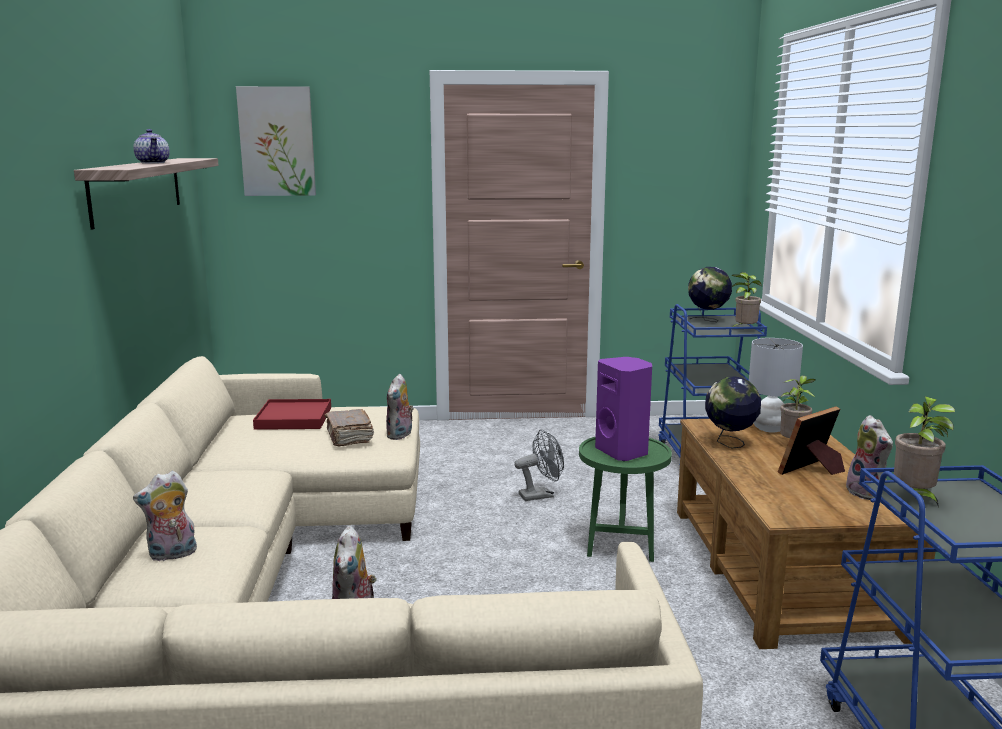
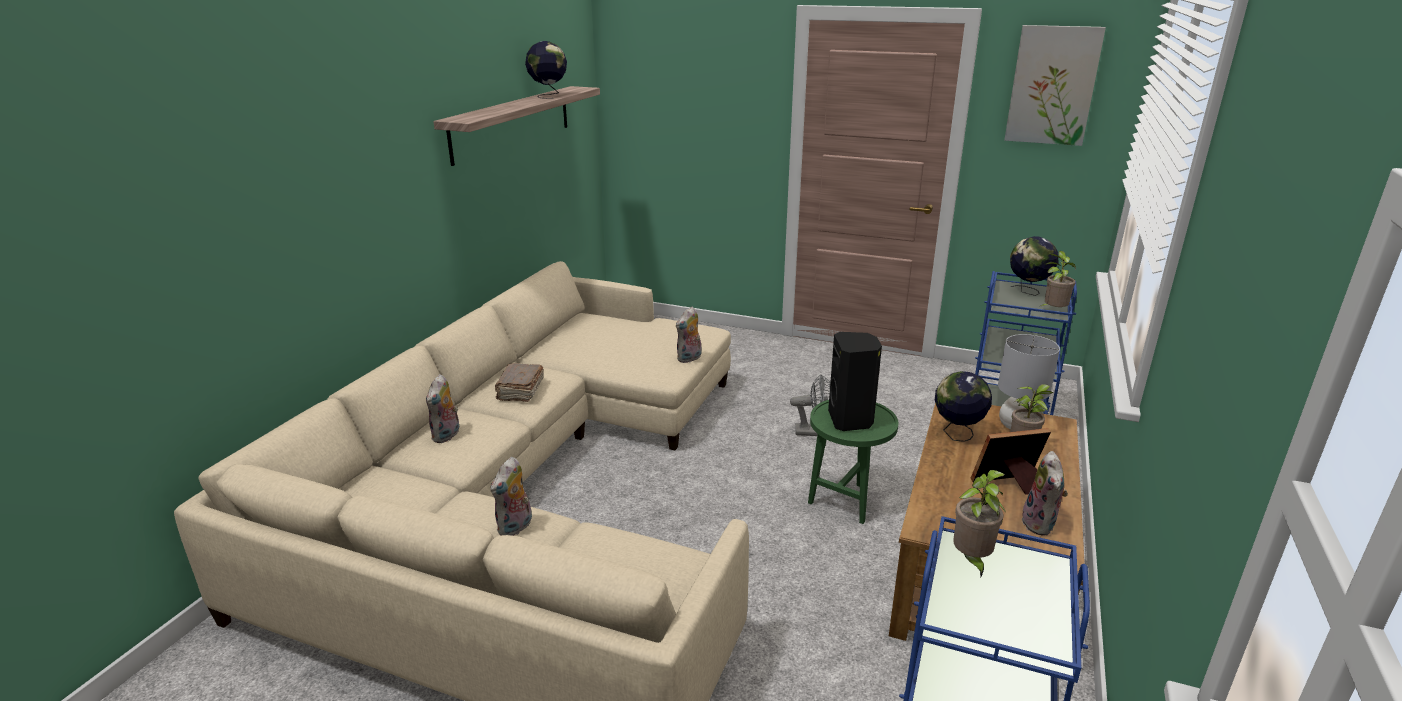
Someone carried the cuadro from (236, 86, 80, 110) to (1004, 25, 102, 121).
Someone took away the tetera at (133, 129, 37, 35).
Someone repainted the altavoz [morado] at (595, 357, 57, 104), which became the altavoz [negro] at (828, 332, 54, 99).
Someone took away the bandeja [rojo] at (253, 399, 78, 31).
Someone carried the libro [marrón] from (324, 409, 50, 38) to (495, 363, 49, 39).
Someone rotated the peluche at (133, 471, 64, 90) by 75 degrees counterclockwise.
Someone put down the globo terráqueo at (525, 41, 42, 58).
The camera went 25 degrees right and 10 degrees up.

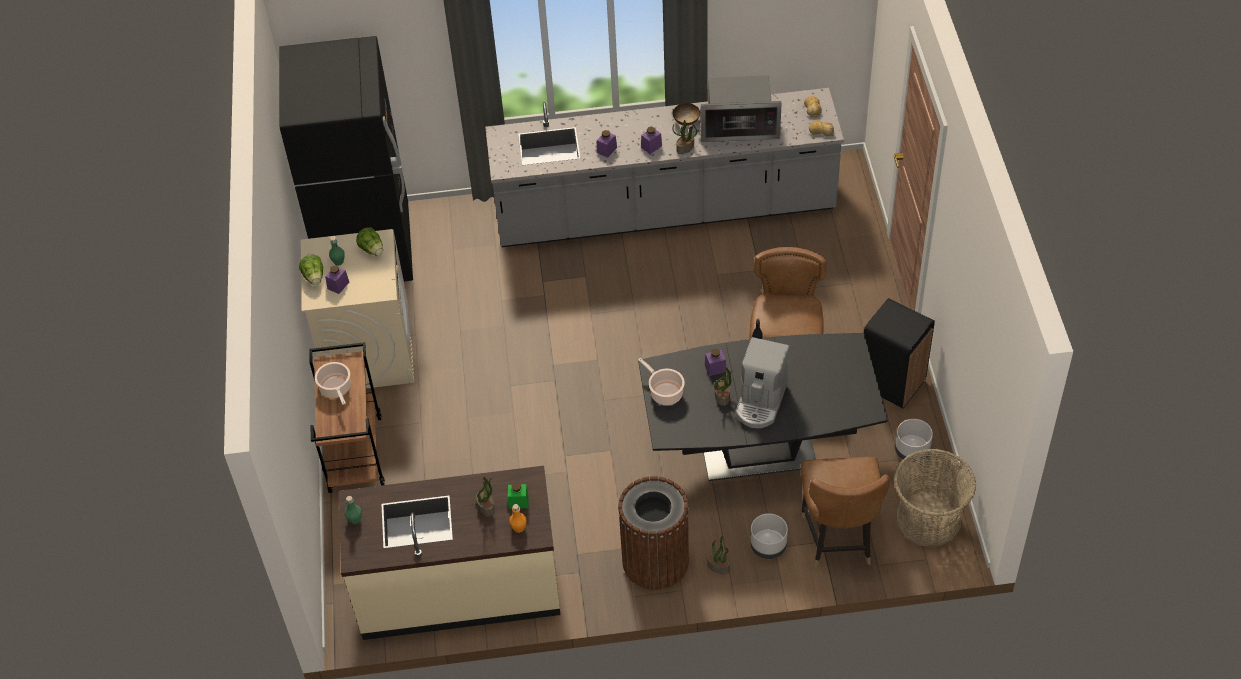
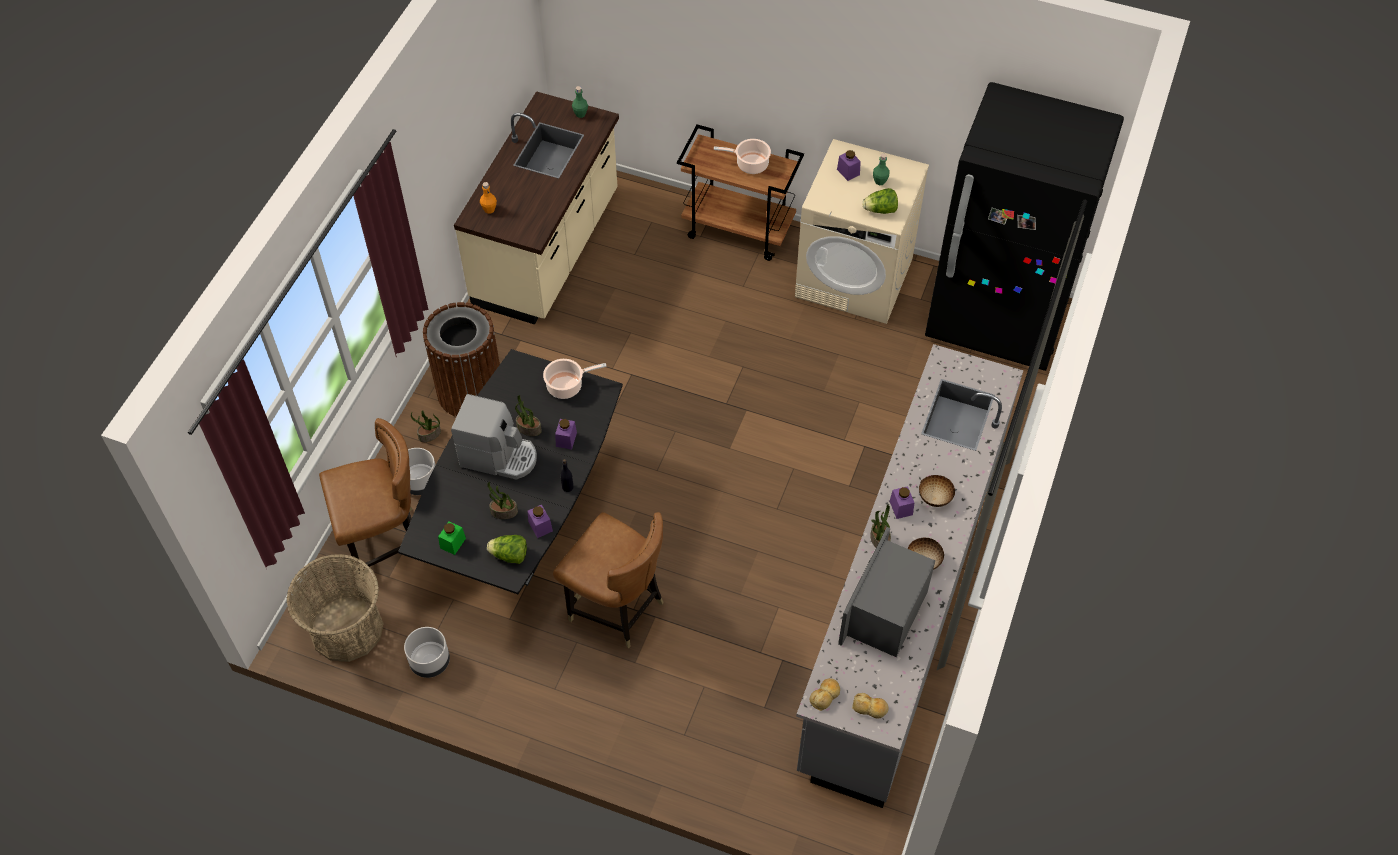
Someone carried the tarro [morado] from (597, 130, 20, 28) to (527, 505, 26, 33).
Someone carried the lechuga from (299, 255, 24, 30) to (487, 535, 40, 29).
Someone took away the papelera [negro] at (864, 298, 71, 110).
Someone rotated the cafetera at (736, 337, 53, 91) by 150 degrees clockwise.
Someone rotated the silla [marrón] at (801, 457, 89, 111) by 135 degrees clockwise.
Someone carried the planta en maceta from (476, 477, 19, 40) to (488, 482, 30, 37).
Someone carried the tarro [verde] from (508, 482, 21, 27) to (438, 521, 28, 34).
Someone put down the cuenco at (919, 475, 36, 32).
The camera went 115 degrees right and 5 degrees up.

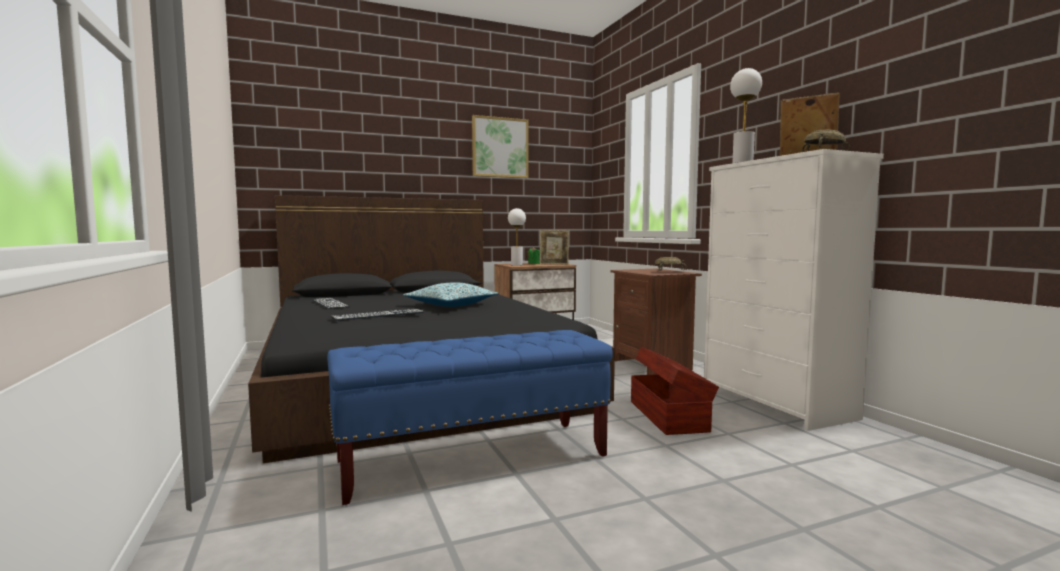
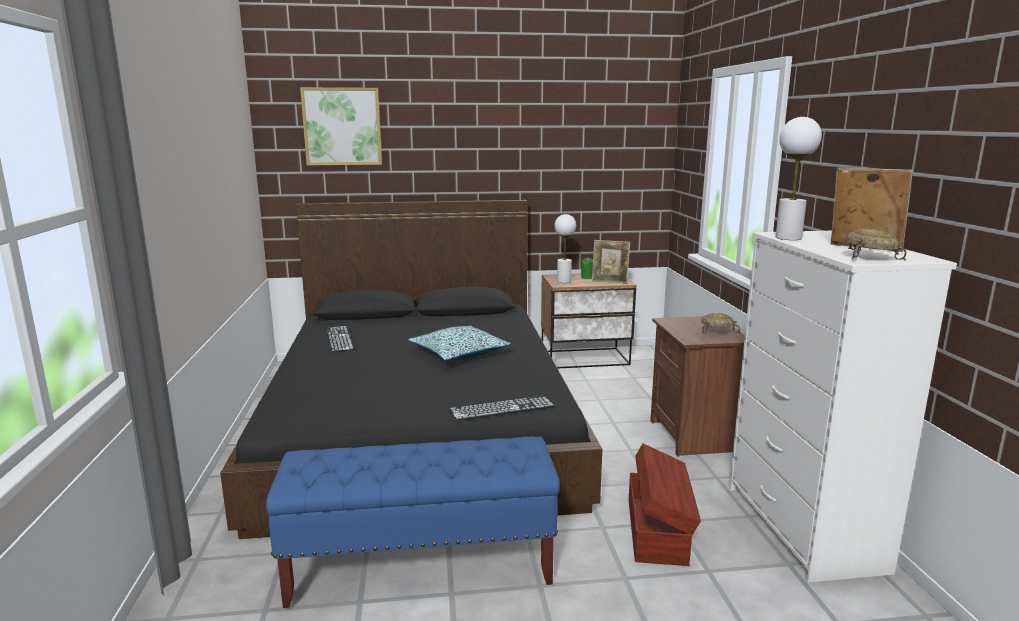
Someone carried the cuadro from (472, 115, 57, 63) to (300, 87, 82, 78).
Someone carried the teclado from (331, 309, 93, 12) to (449, 396, 105, 25).
The camera went 15 degrees right and 10 degrees up.

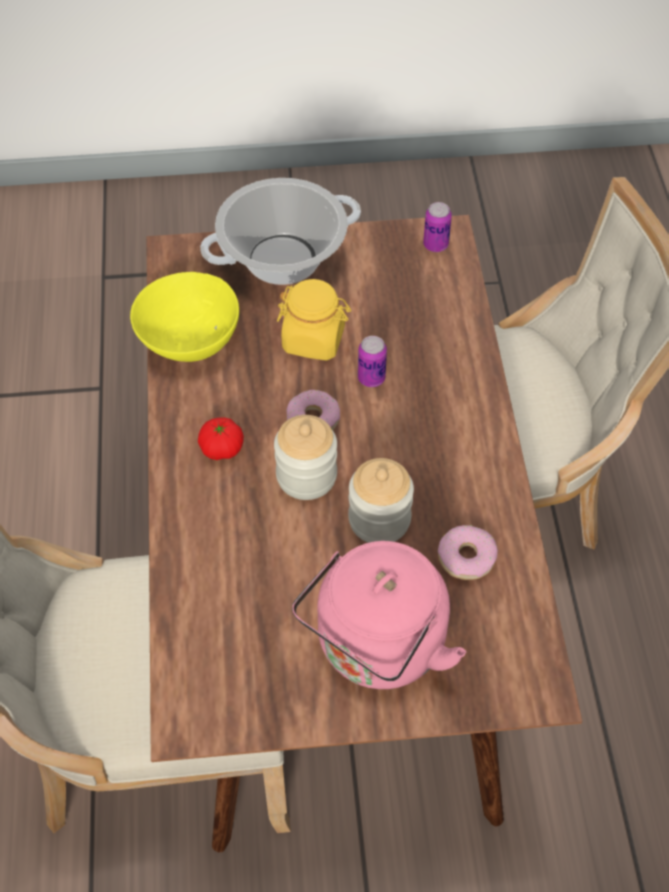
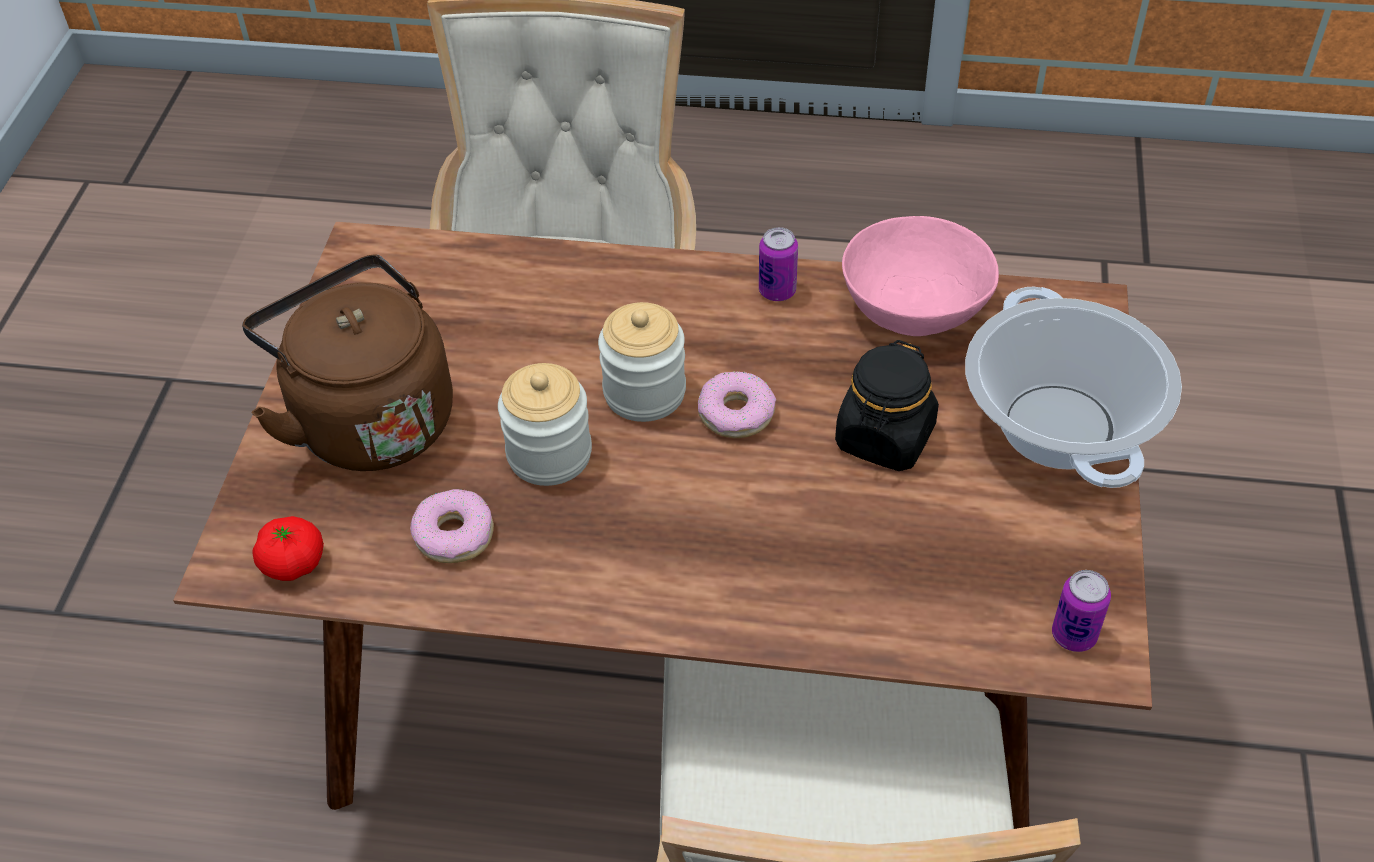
Someone repainted the cuenco [amarillo] at (130, 272, 109, 90), which became the cuenco [rosa] at (842, 216, 157, 120).
Someone repainted the tarro [amarillo] at (277, 279, 74, 82), which became the tarro [negro] at (835, 340, 104, 131).
Someone carried the lata from (358, 336, 29, 51) to (759, 227, 39, 74).
Someone carried the tomate from (198, 417, 46, 43) to (252, 516, 72, 65).
Someone repainted the hervidor [rosa] at (292, 541, 174, 148), which became the hervidor [marrón] at (242, 255, 211, 216).
The camera went 105 degrees right and 5 degrees down.

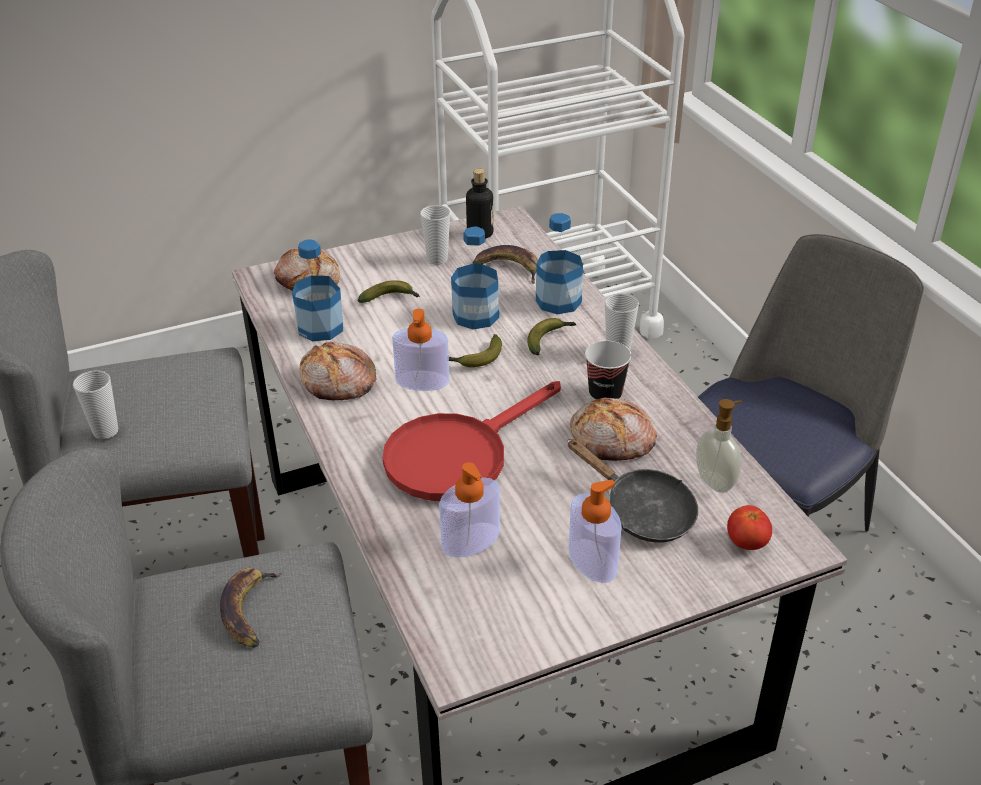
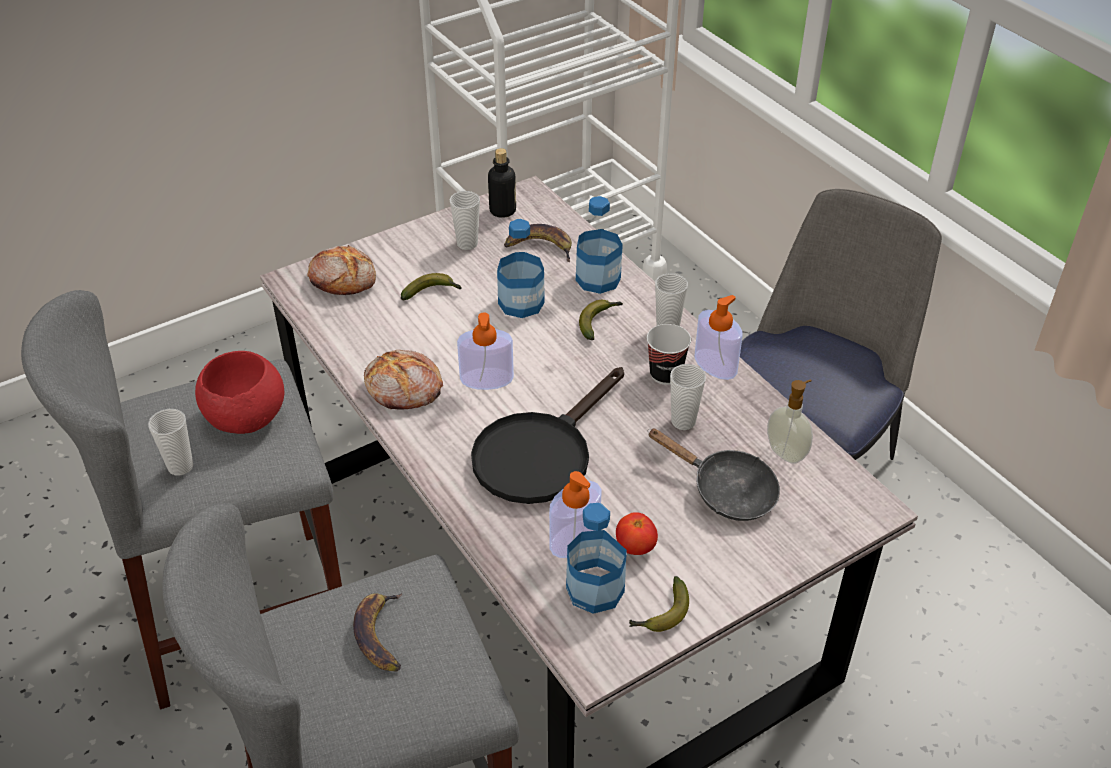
Someone carried the botella from (292, 240, 51, 101) to (566, 503, 61, 111).
Someone carried the plátano from (449, 334, 53, 33) to (629, 576, 60, 56).
Someone repainted the sartén [rojo] at (383, 381, 178, 120), which became the sartén [negro] at (471, 367, 153, 137).
Someone swapped the pan at (570, 398, 87, 63) for the taza at (670, 364, 36, 66).
Someone carried the dispensador de jabón from (569, 479, 53, 104) to (695, 295, 47, 85).
Someone carried the tomate from (727, 505, 45, 45) to (616, 512, 42, 43).
Someone put down the cuenco [rojo] at (195, 351, 89, 83).
The camera went 10 degrees left and 5 degrees up.

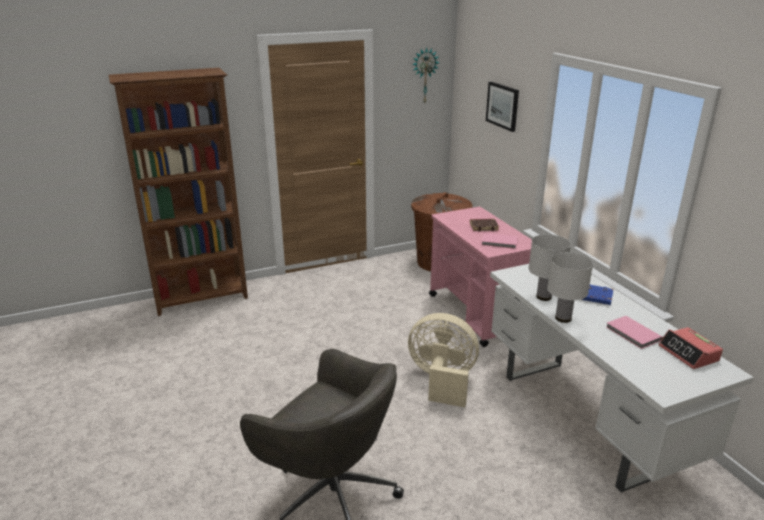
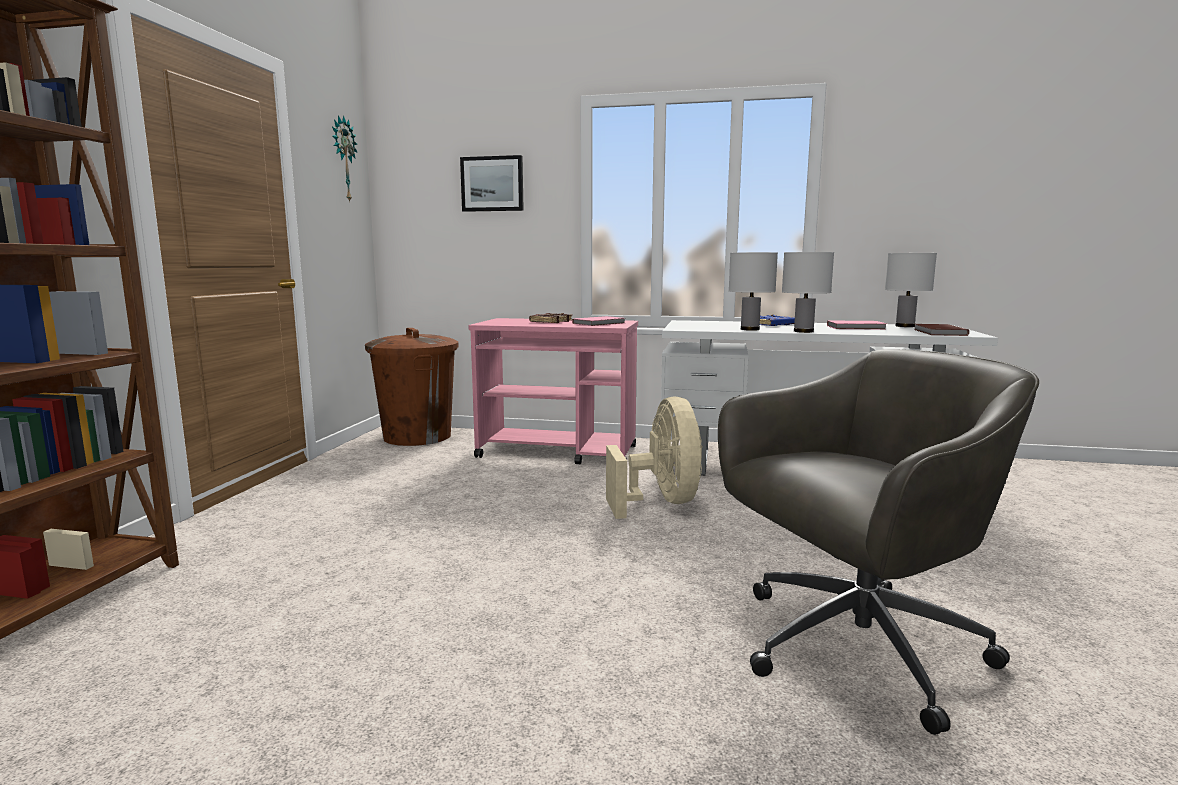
Someone rotated the ventilador [beis] at (408, 313, 71, 94) by 120 degrees clockwise.
Someone swapped the despertador at (659, 327, 64, 42) for the lámpara de mesa [blanco] at (885, 253, 52, 74).
Someone put down the libro [marrón] at (914, 324, 55, 12).
The camera went 55 degrees left and 15 degrees down.

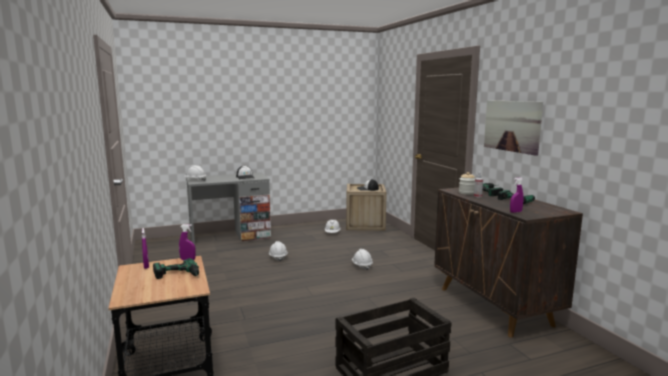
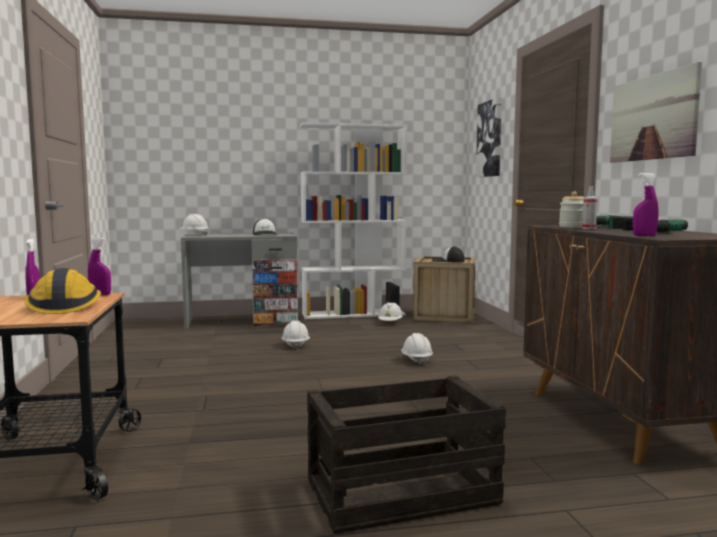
Someone swapped the taladro at (153, 258, 46, 21) for the casco at (24, 268, 77, 46).
Someone put up the cuadro at (476, 97, 26, 80).
Someone put down the estantería [blanco] at (300, 122, 107, 197).
The camera went 10 degrees right and 5 degrees down.

